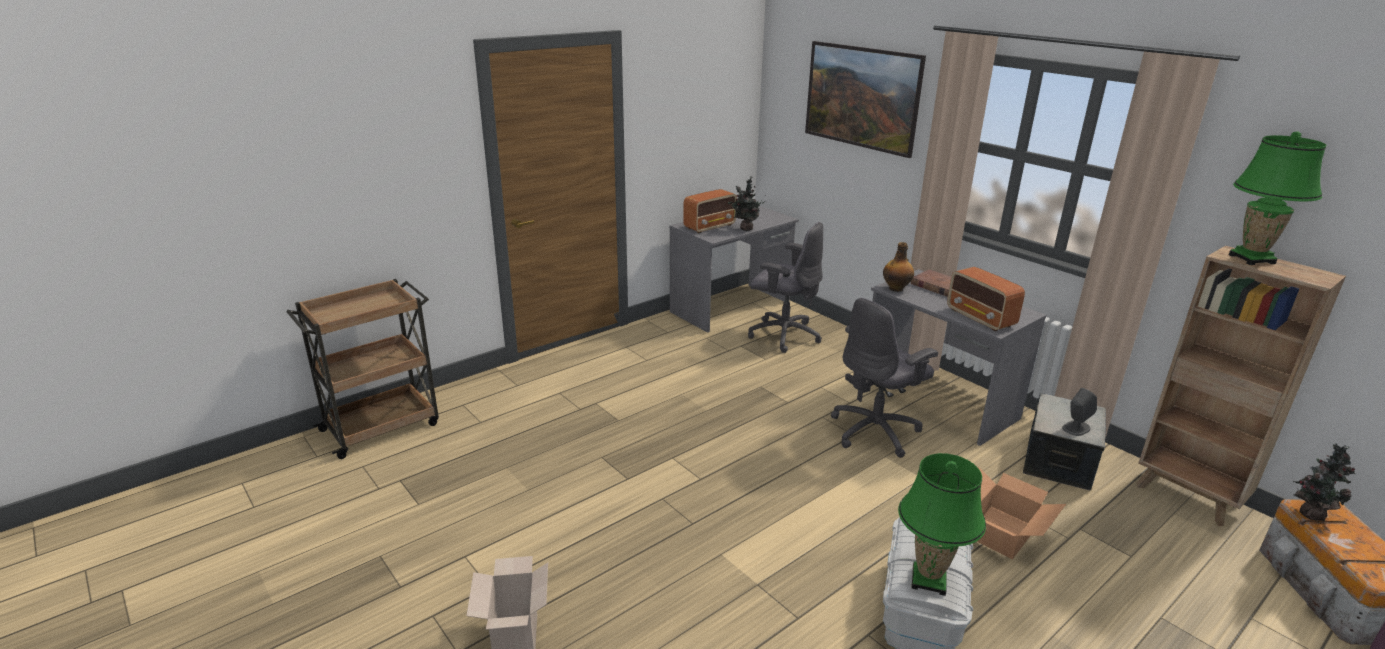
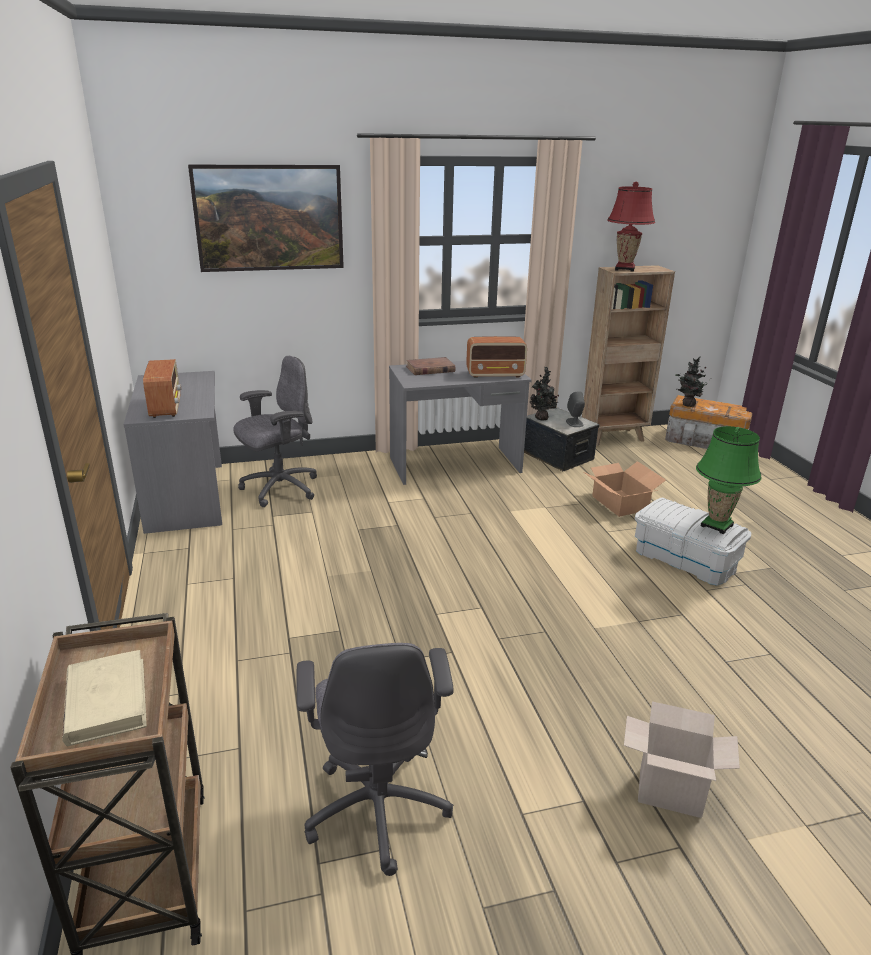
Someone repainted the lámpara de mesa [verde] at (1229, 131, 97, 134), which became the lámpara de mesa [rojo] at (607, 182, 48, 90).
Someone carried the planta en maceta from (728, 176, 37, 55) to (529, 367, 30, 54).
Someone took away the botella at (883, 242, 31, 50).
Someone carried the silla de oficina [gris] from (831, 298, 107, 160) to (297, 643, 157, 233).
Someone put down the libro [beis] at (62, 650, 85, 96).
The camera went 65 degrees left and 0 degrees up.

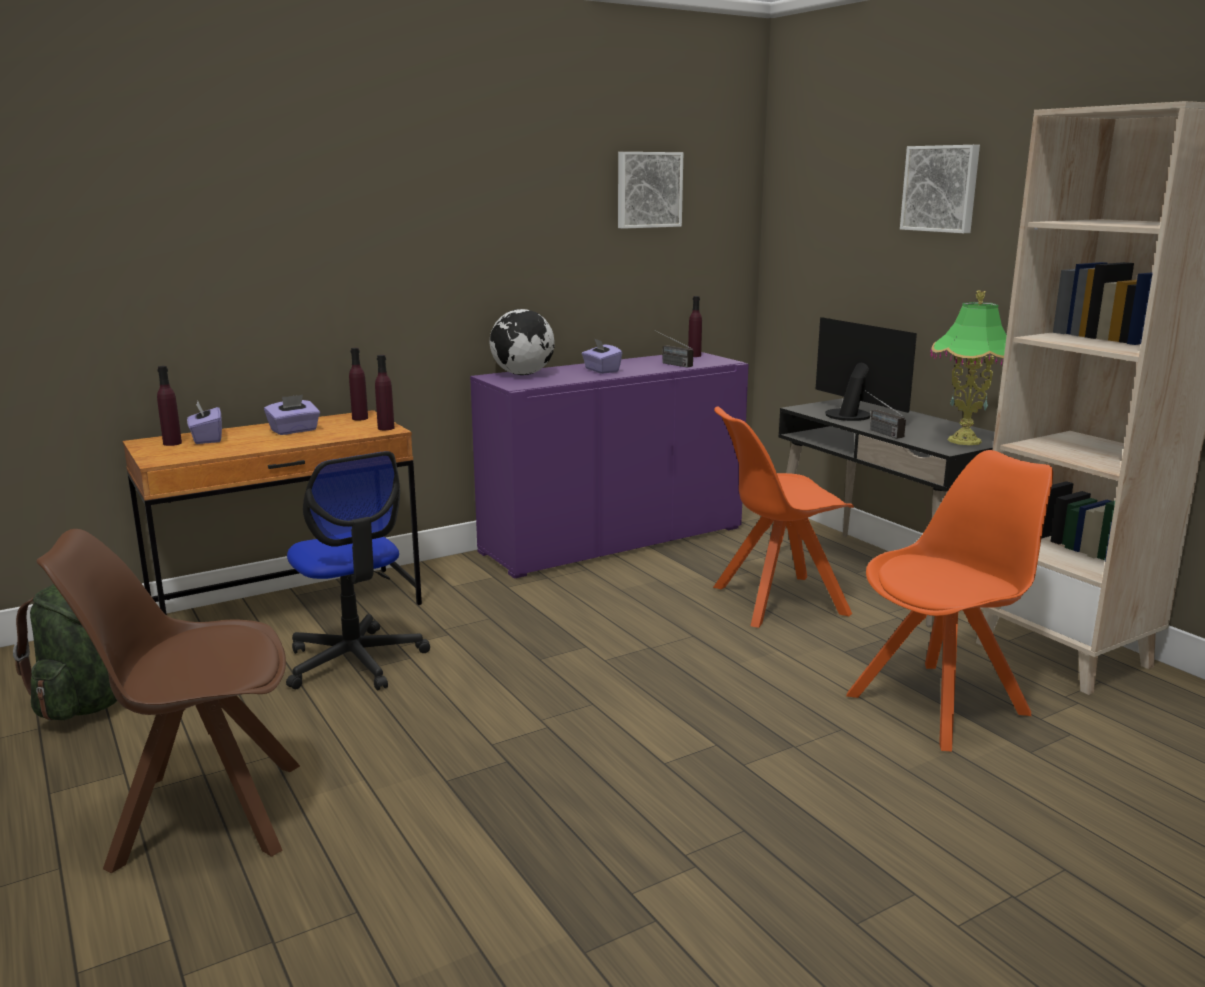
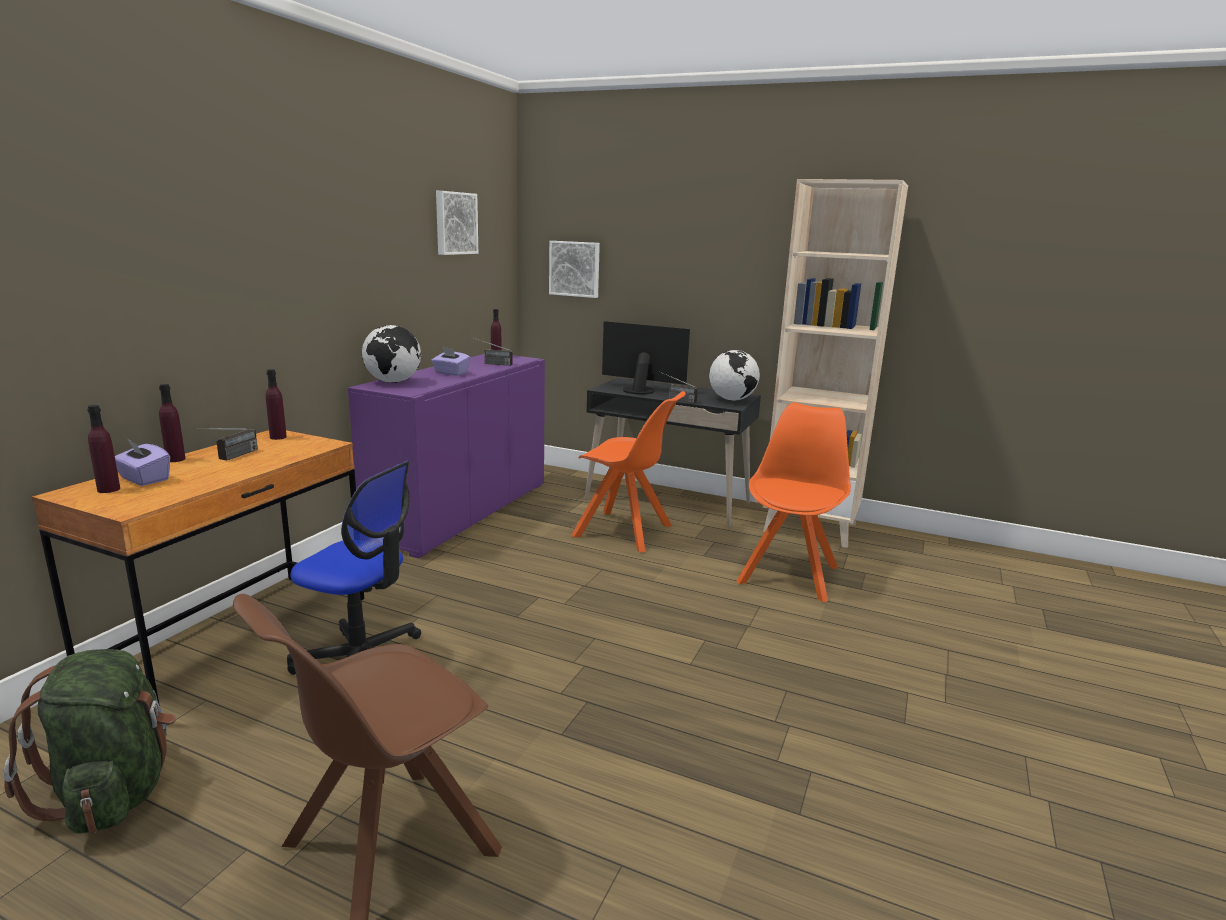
Someone carried the cuadro from (900, 145, 80, 88) to (549, 241, 51, 57).
Someone swapped the lámpara de mesa at (930, 290, 77, 155) for the globo terráqueo at (709, 350, 51, 51).
Someone carried the botella [morado] from (375, 355, 19, 75) to (159, 384, 26, 78).
Someone swapped the caja de pañuelos [morado] at (264, 395, 56, 40) for the radio at (196, 428, 62, 32).
Someone rotated the silla [naranja] at (713, 406, 141, 222) by 105 degrees counterclockwise.
The camera went 35 degrees left and 0 degrees up.

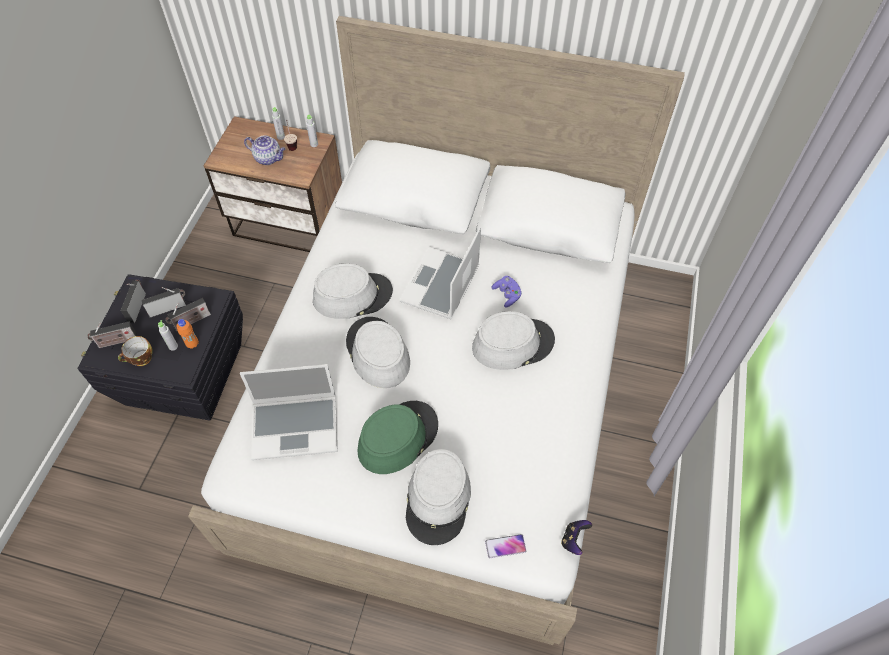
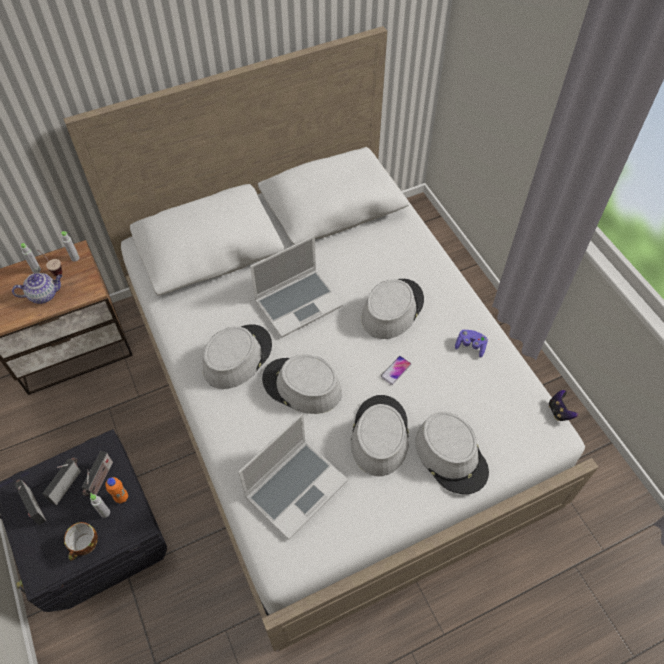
Someone rotated the portátil at (400, 227, 81, 93) by 105 degrees counterclockwise.
Someone carried the mando de consola [morado] from (491, 276, 31, 32) to (455, 330, 33, 28).
Someone took away the radio at (88, 322, 49, 26).
Someone repainted the sombrero [verde] at (357, 401, 81, 73), which became the sombrero [gris] at (350, 395, 59, 81).
Someone carried the móvil from (485, 534, 41, 24) to (381, 356, 30, 29).
The camera went 40 degrees left and 0 degrees up.

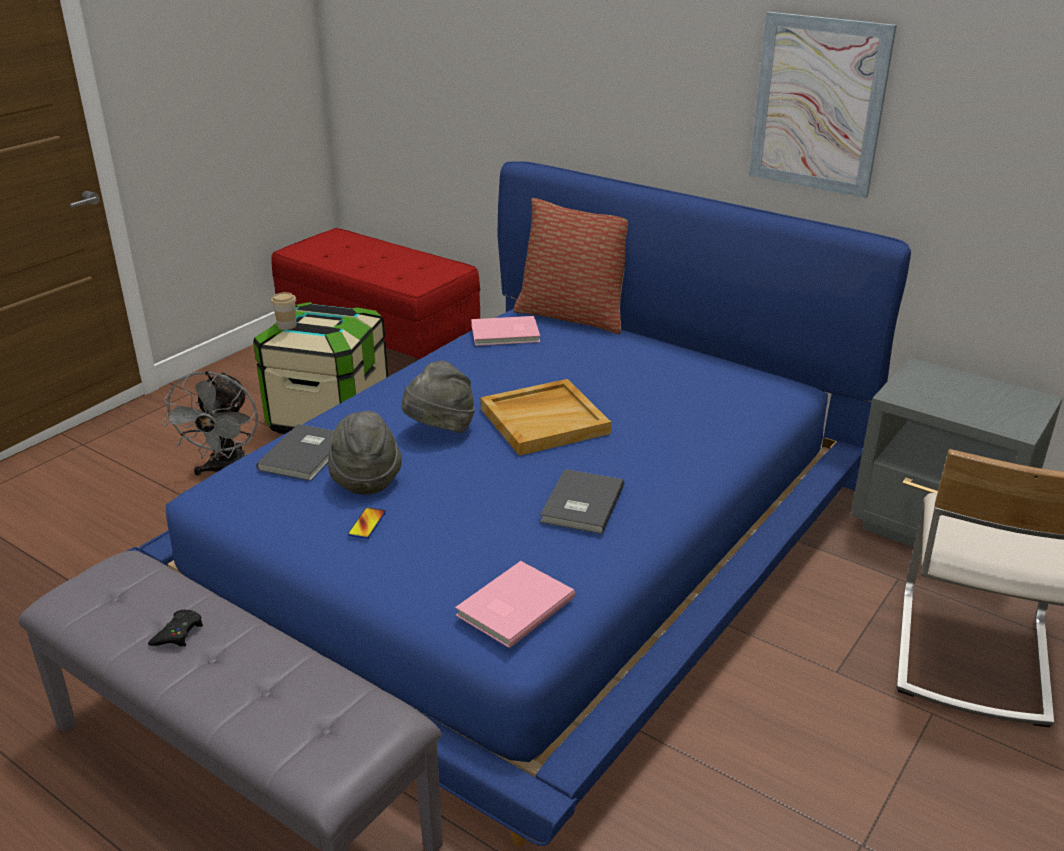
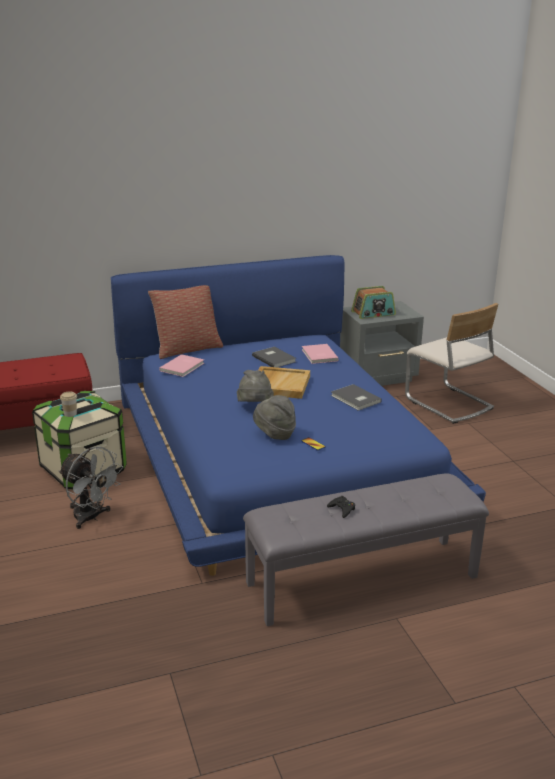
Someone took away the cuadro at (749, 12, 148, 186).
Someone carried the libro [gris] from (257, 424, 77, 57) to (252, 347, 44, 20).
Someone carried the libro [rosa] from (455, 561, 120, 87) to (302, 344, 37, 20).
Someone put down the radio at (351, 286, 45, 33).
The camera went 55 degrees left and 5 degrees down.

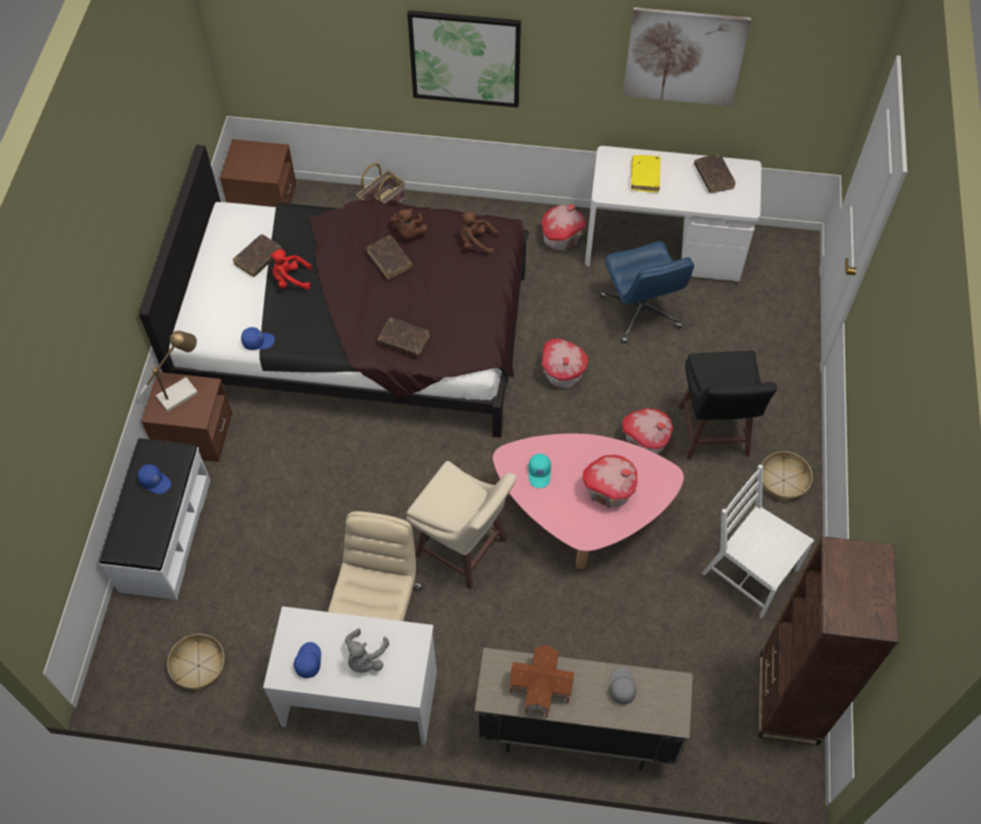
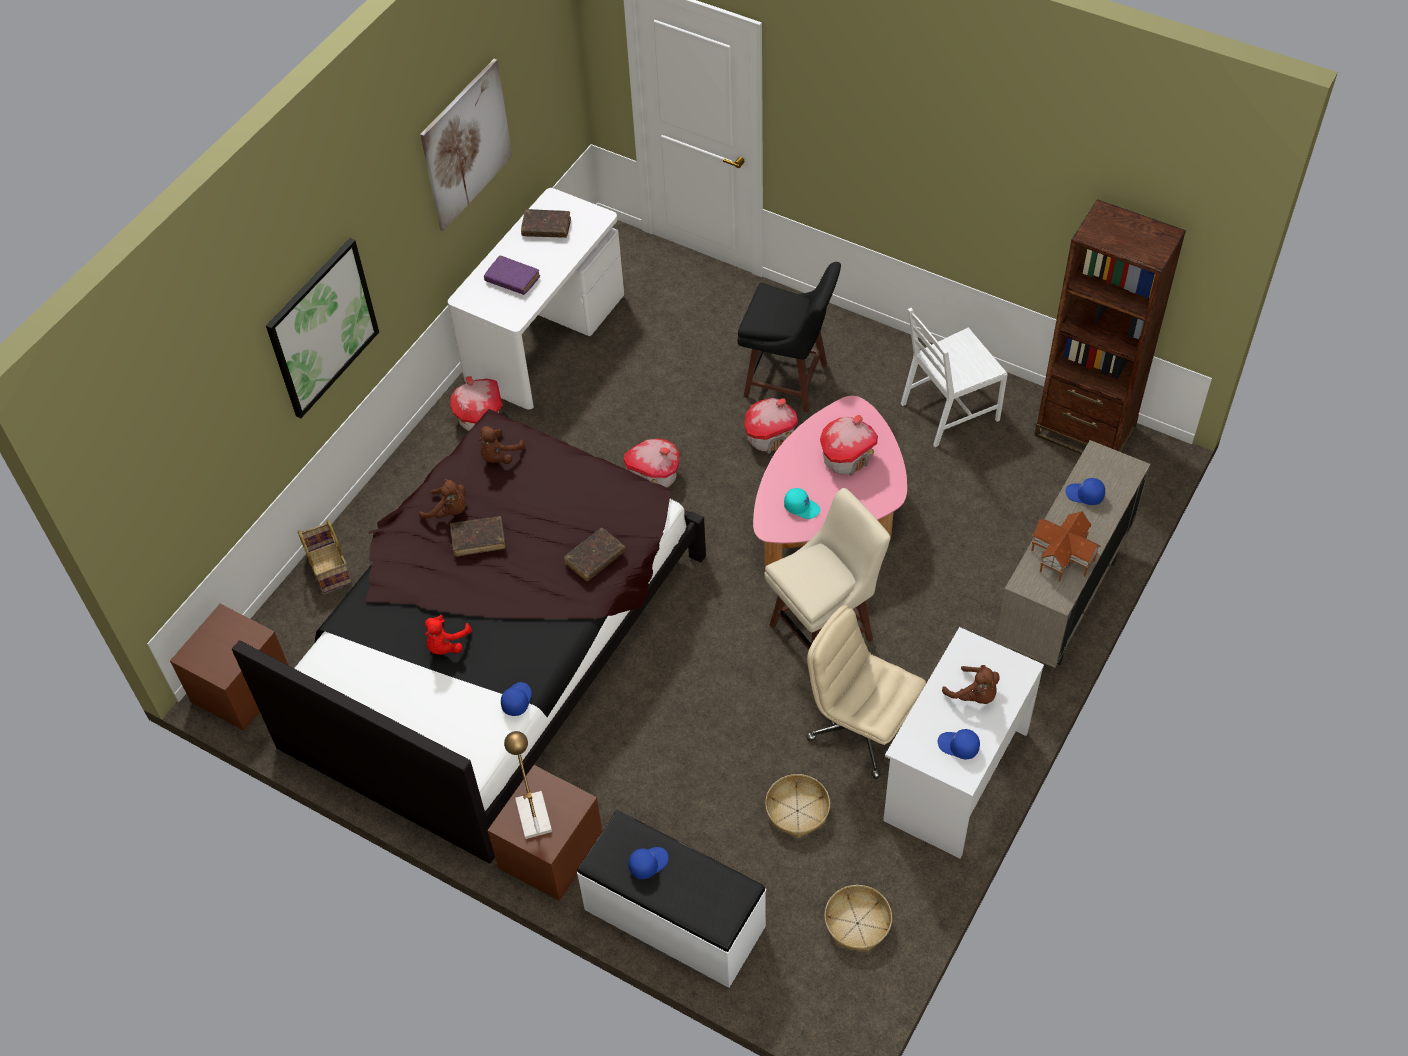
Someone repainted the libro [amarillo] at (631, 155, 30, 38), which became the libro [morado] at (484, 256, 56, 39).
Someone took away the libro [marrón] at (233, 234, 49, 43).
Someone took away the silla de oficina [azul] at (600, 241, 94, 102).
Someone carried the cesta from (761, 451, 52, 51) to (765, 774, 65, 64).
Someone repainted the peluche [gris] at (345, 628, 44, 45), which became the peluche [marrón] at (942, 665, 58, 39).
Someone repainted the gorra [gris] at (609, 667, 28, 37), which became the gorra [azul] at (1065, 478, 40, 27).
The camera went 65 degrees left and 5 degrees down.

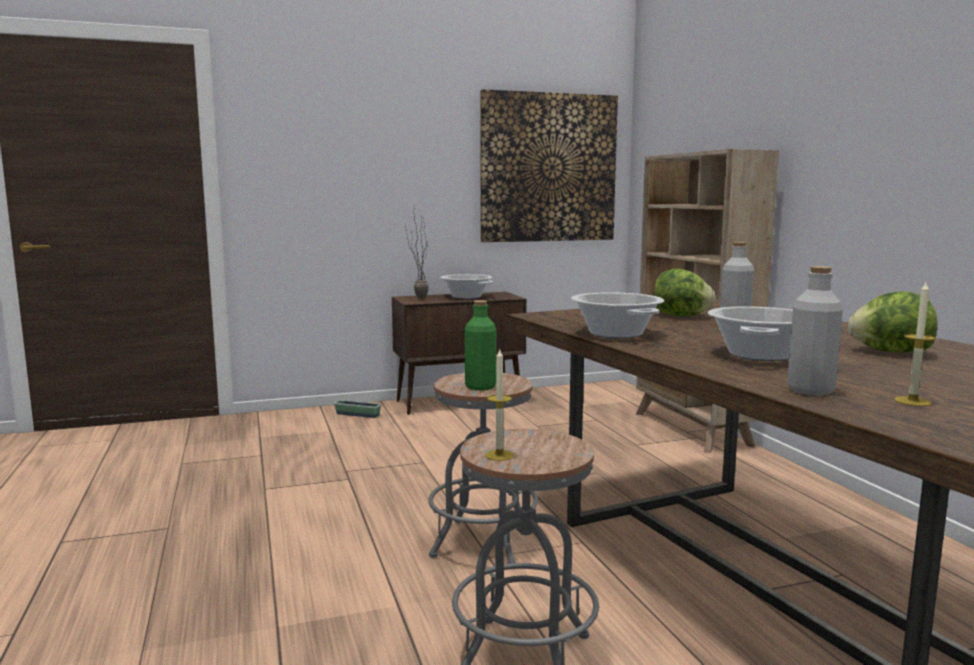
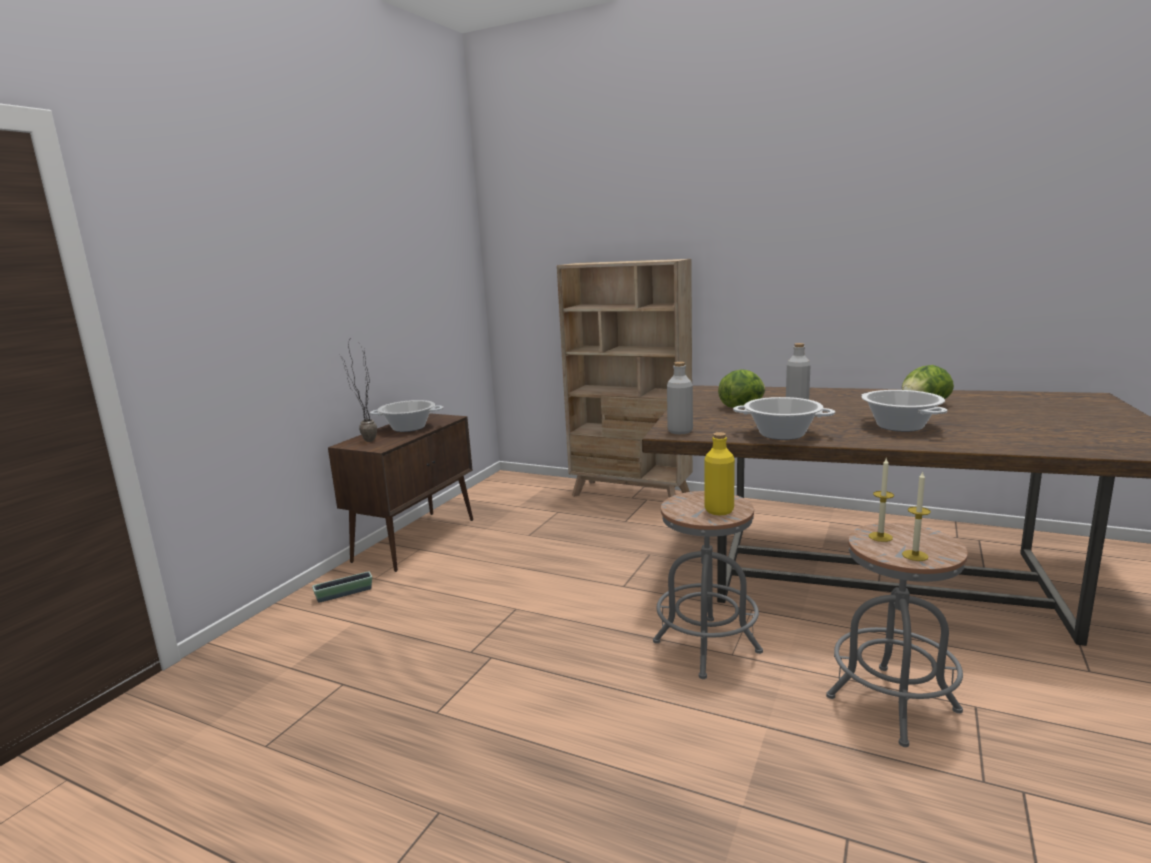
Someone took away the cuadro at (480, 89, 138, 153).
Someone carried the botella [gris] from (787, 266, 56, 130) to (667, 362, 26, 72).
Someone carried the vela from (895, 282, 41, 124) to (869, 458, 25, 84).
Someone repainted the botella [verde] at (465, 300, 31, 90), which became the botella [amarillo] at (704, 432, 31, 84).
The camera went 45 degrees left and 5 degrees up.

